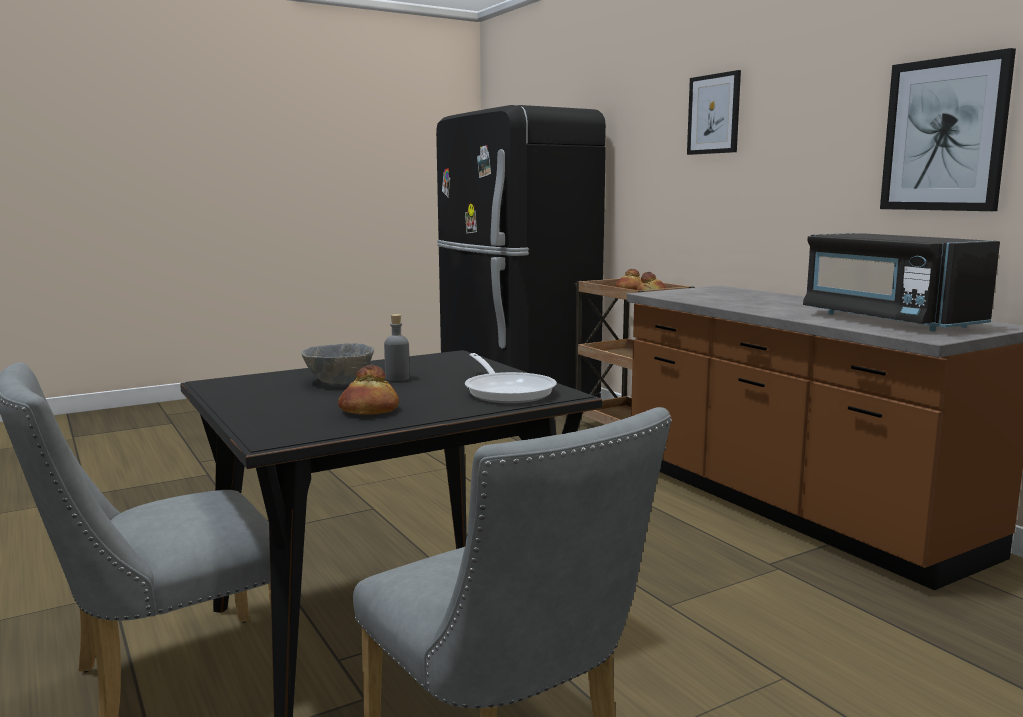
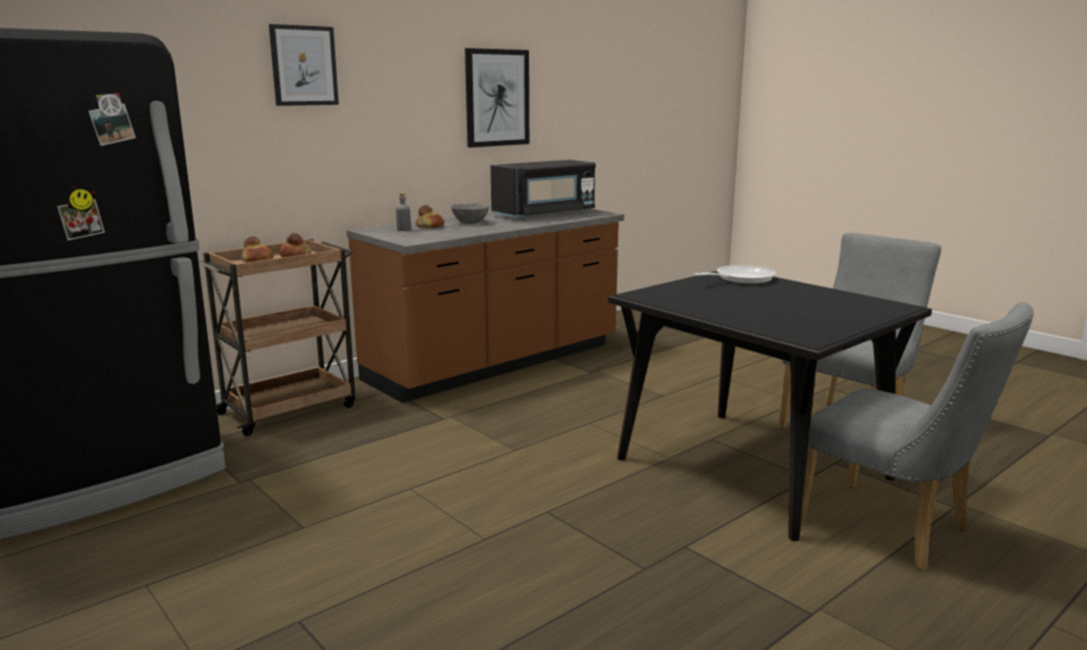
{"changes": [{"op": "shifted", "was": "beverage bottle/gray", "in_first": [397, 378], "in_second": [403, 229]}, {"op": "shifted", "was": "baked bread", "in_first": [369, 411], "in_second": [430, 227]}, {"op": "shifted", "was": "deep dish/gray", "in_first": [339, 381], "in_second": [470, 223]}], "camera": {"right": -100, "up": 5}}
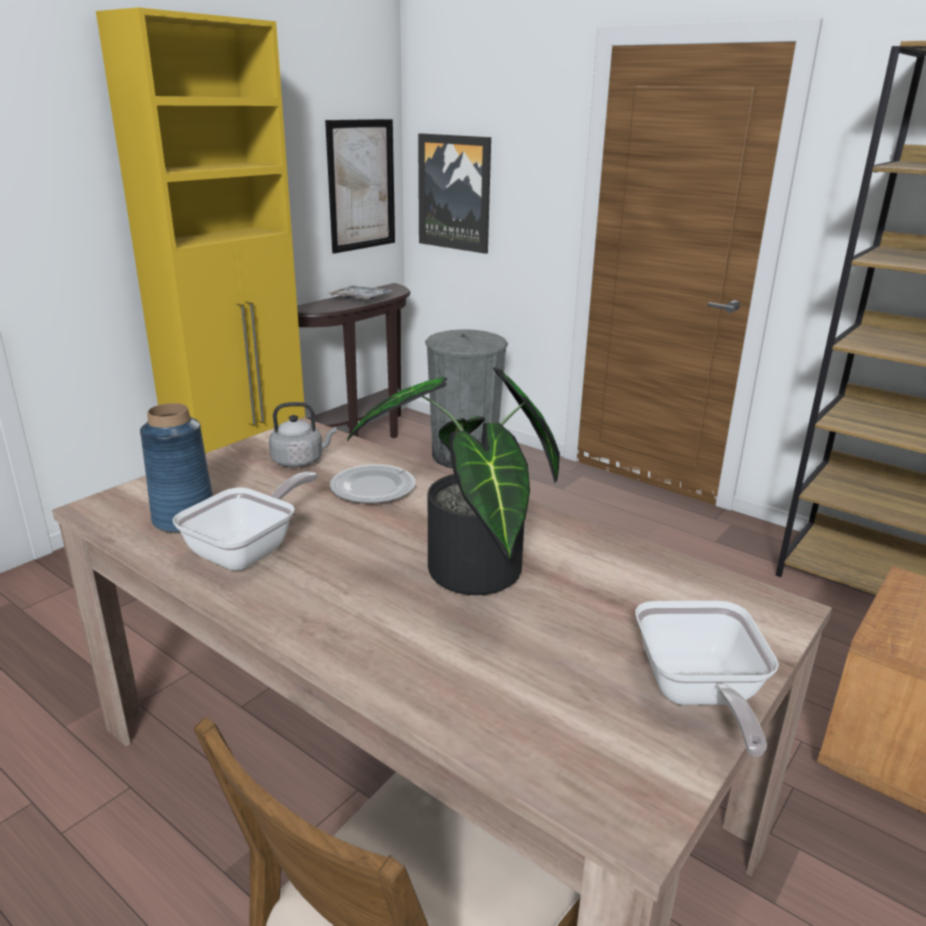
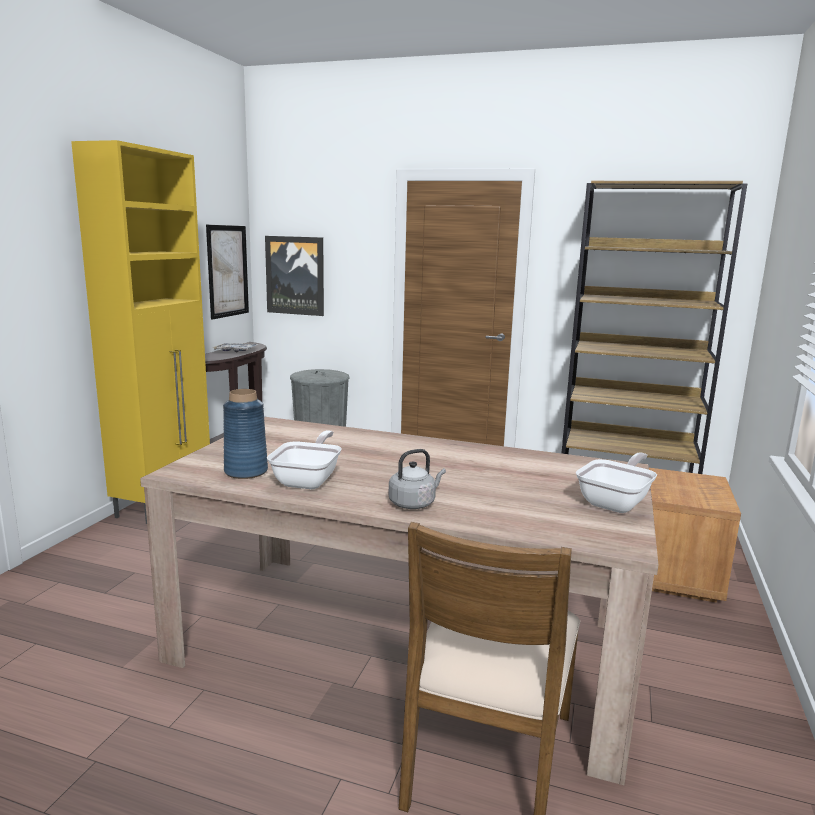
{"changes": [{"op": "shifted", "was": "tea kettle/gray", "in_first": [300, 461], "in_second": [414, 503]}, {"op": "rotated", "was": "pan", "in_first": [698, 696], "in_second": [616, 502], "clockwise": -120}, {"op": "gone", "was": "plate", "in_first": [373, 487]}, {"op": "gone", "was": "plant in a pot", "in_first": [470, 577]}], "camera": {"right": -20, "up": -10}}
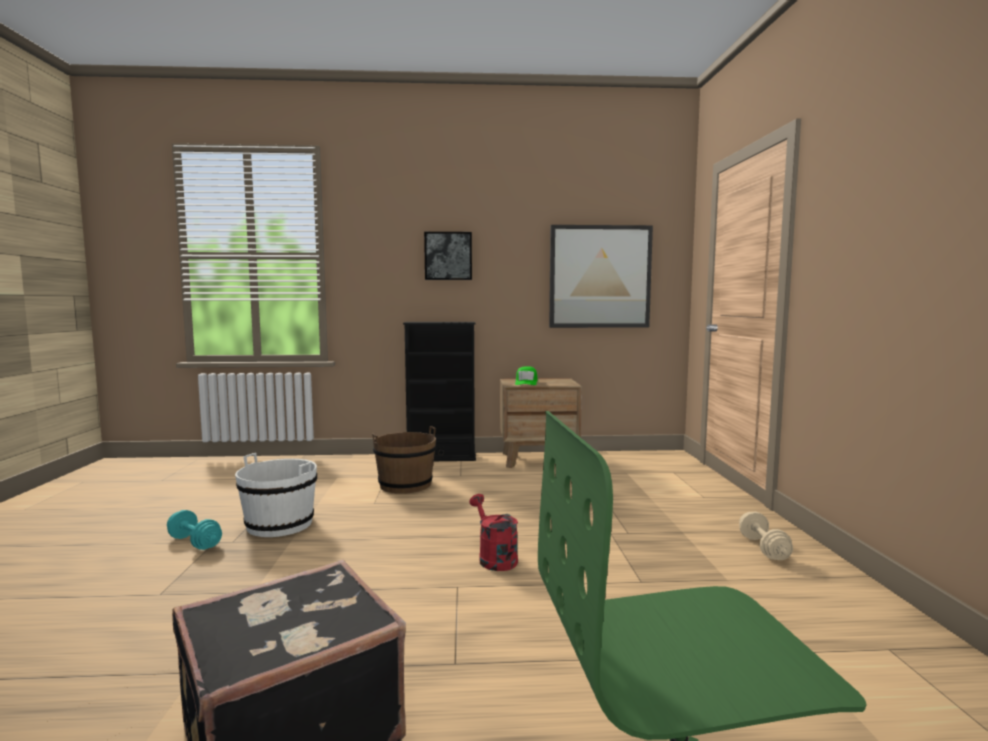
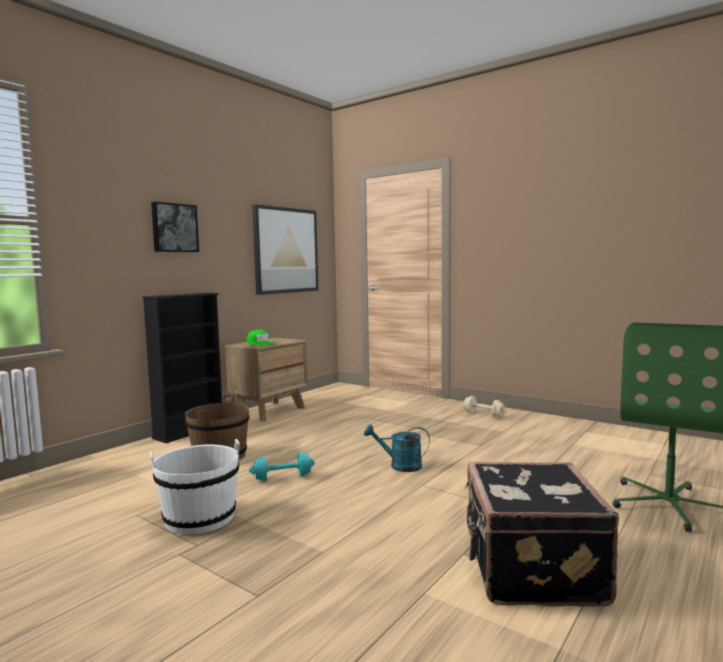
{"changes": [{"op": "shifted", "was": "free weight/blue-green", "in_first": [194, 542], "in_second": [282, 478]}, {"op": "repainted", "was": "watering pot/red", "now": "watering pot/blue-green", "in_first": [494, 558], "in_second": [400, 466]}], "camera": {"right": -50, "up": 0}}
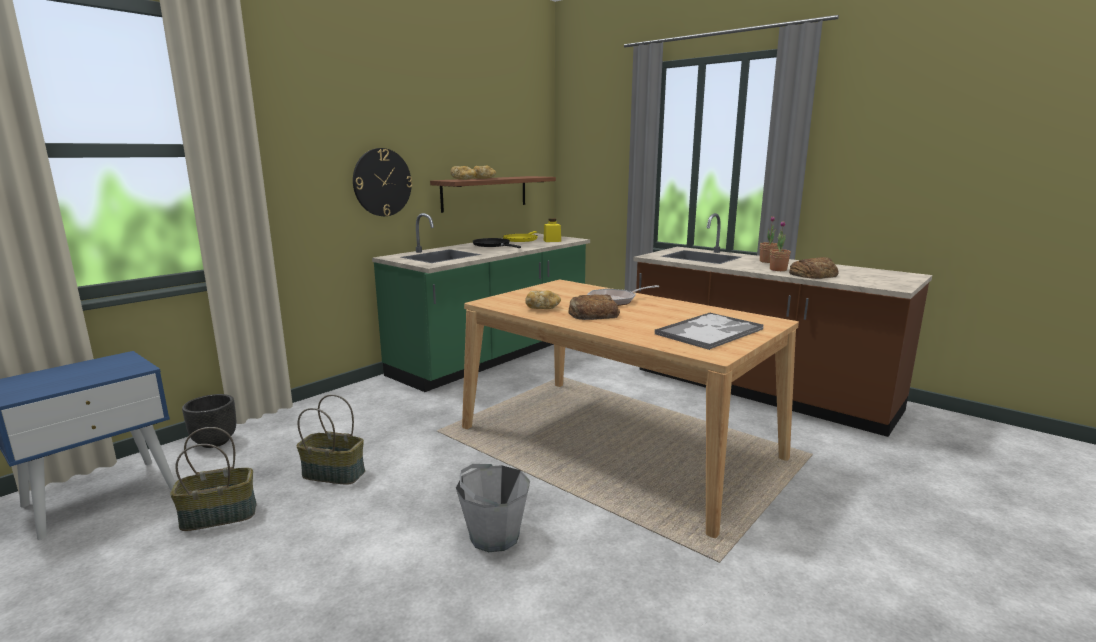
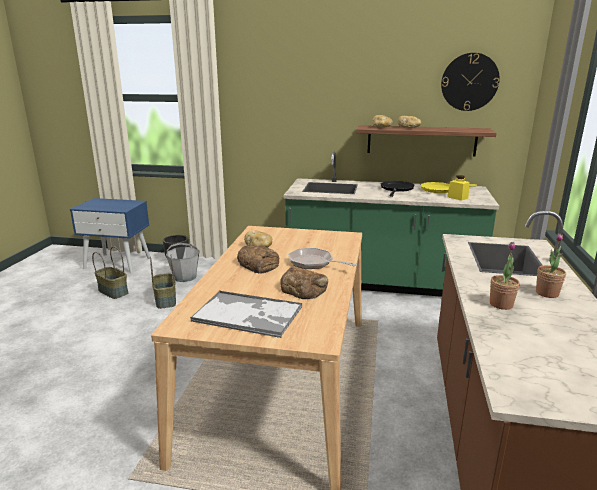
{"changes": [{"op": "shifted", "was": "pail/gray", "in_first": [494, 536], "in_second": [185, 277]}, {"op": "shifted", "was": "baked bread", "in_first": [813, 274], "in_second": [304, 288]}, {"op": "shifted", "was": "hanging clock", "in_first": [382, 182], "in_second": [469, 82]}], "camera": {"right": 60, "up": 5}}
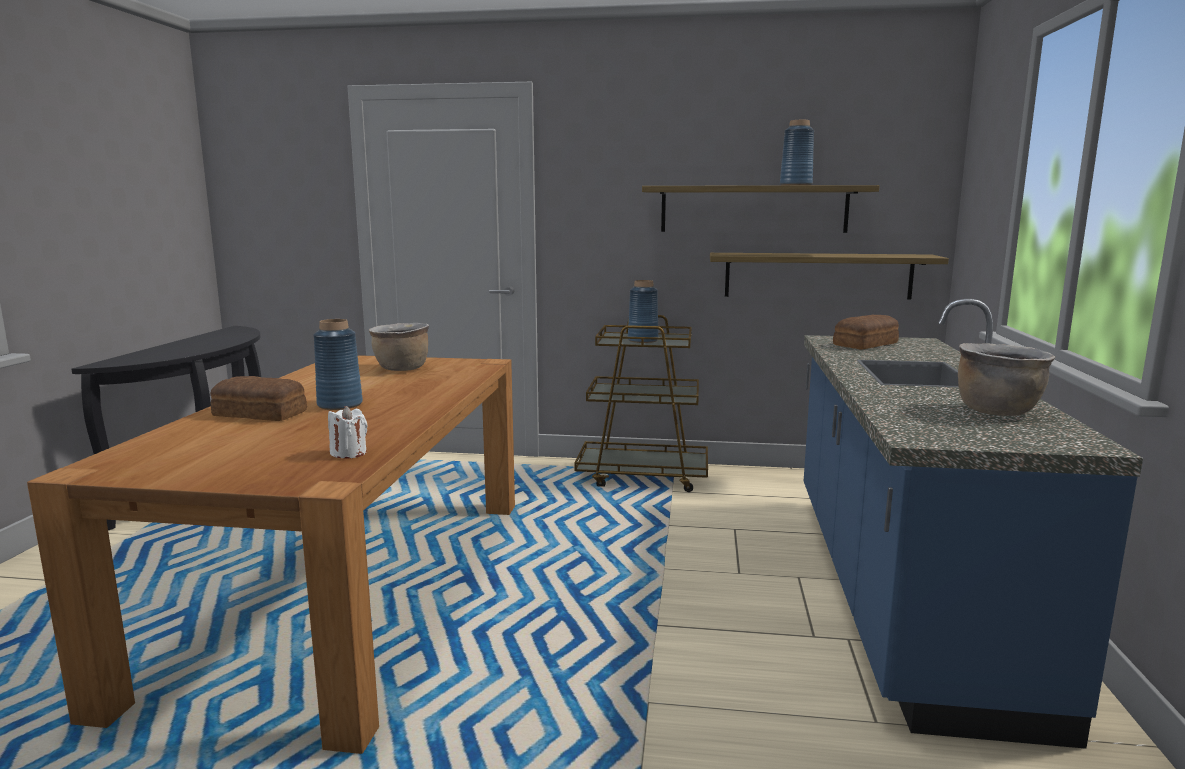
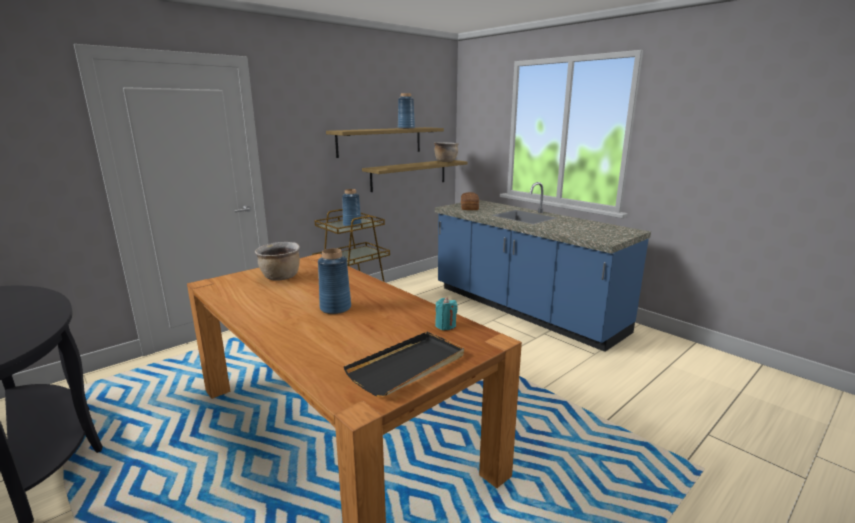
{"changes": [{"op": "new", "now": "serving tray/black-coloured", "in_second": [408, 366]}, {"op": "shifted", "was": "stockpot/brown", "in_first": [997, 411], "in_second": [445, 161]}, {"op": "repainted", "was": "candle/white", "now": "candle/blue-green", "in_first": [349, 453], "in_second": [445, 325]}, {"op": "gone", "was": "baked bread", "in_first": [260, 414]}], "camera": {"right": -50, "up": 5}}
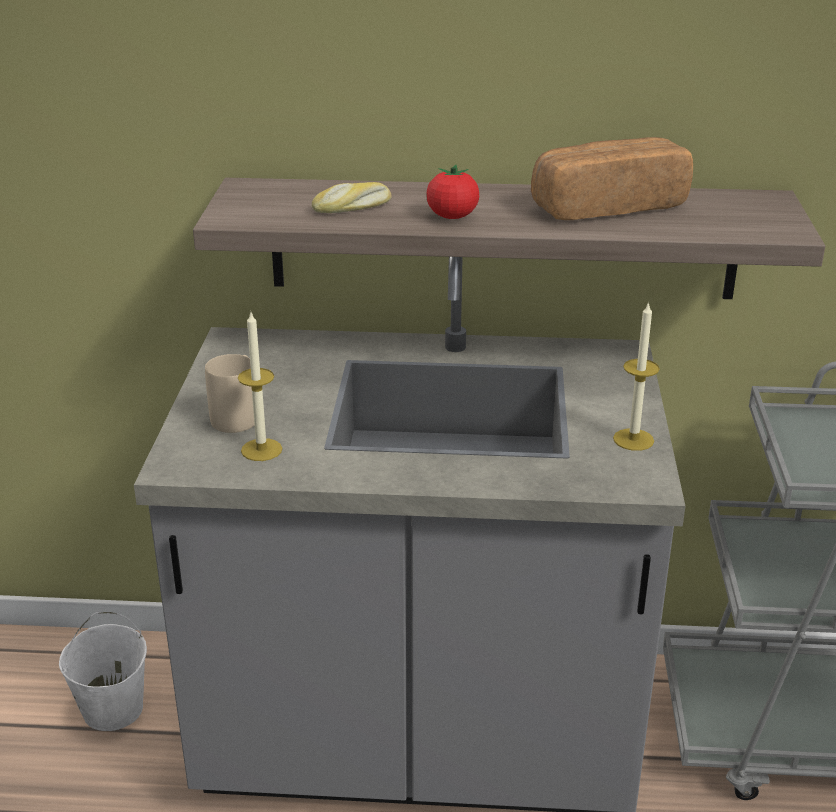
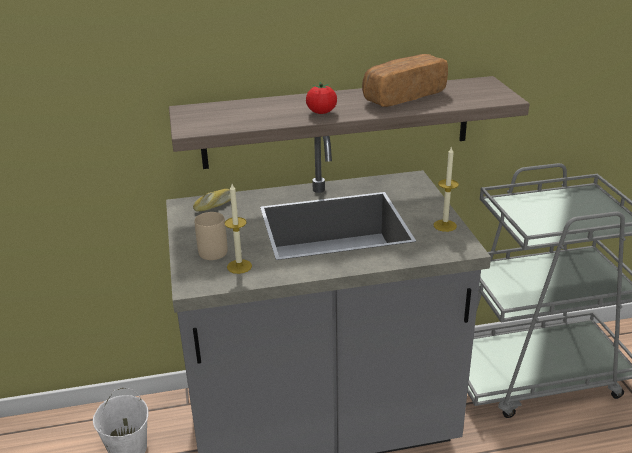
{"changes": [{"op": "shifted", "was": "baked bread", "in_first": [353, 208], "in_second": [215, 205]}], "camera": {"right": -15, "up": 0}}
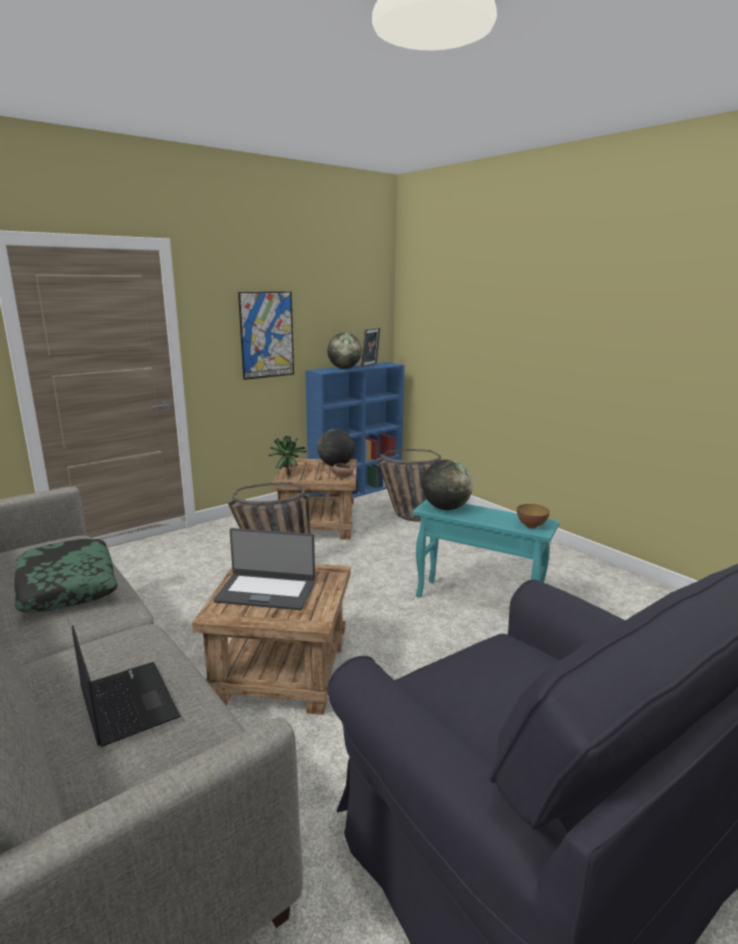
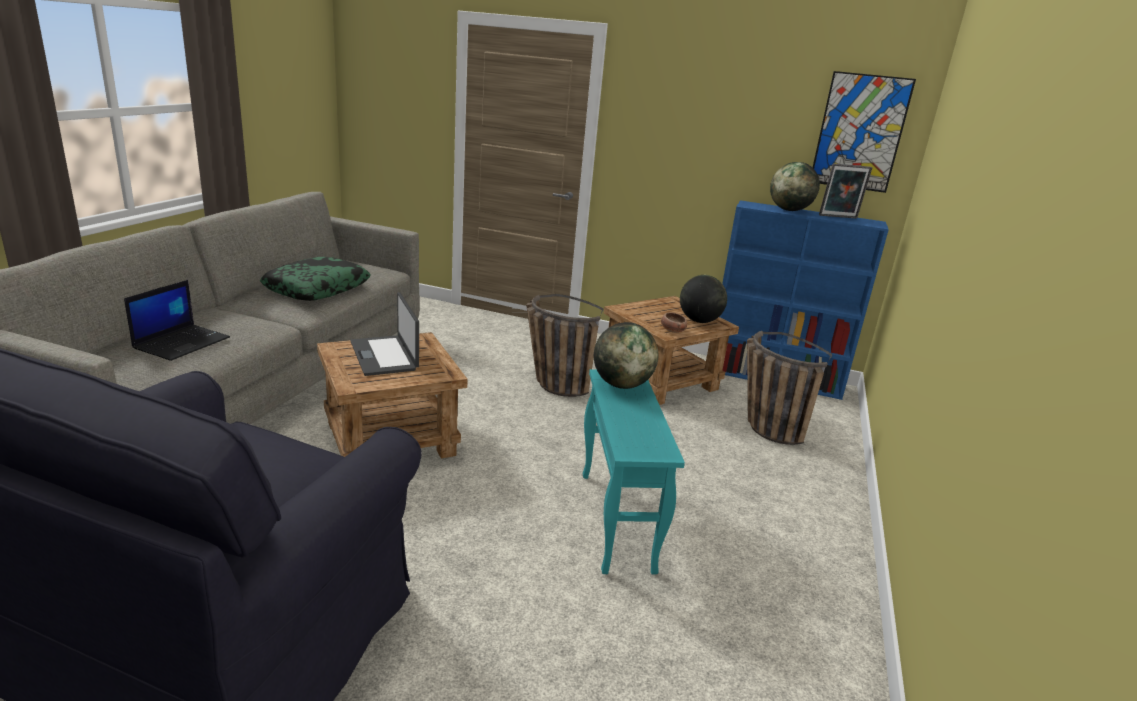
{"changes": [{"op": "shifted", "was": "wall art", "in_first": [267, 335], "in_second": [860, 132]}, {"op": "gone", "was": "plant in a pot", "in_first": [287, 474]}, {"op": "gone", "was": "deep dish", "in_first": [531, 526]}], "camera": {"right": 55, "up": 5}}
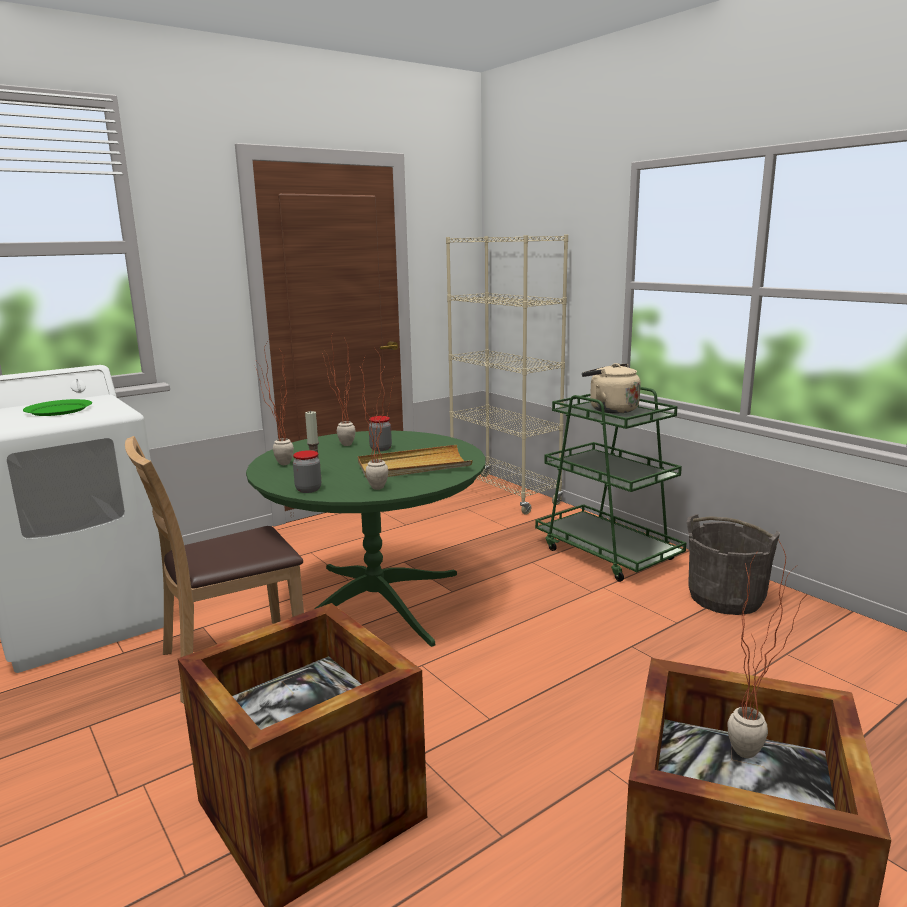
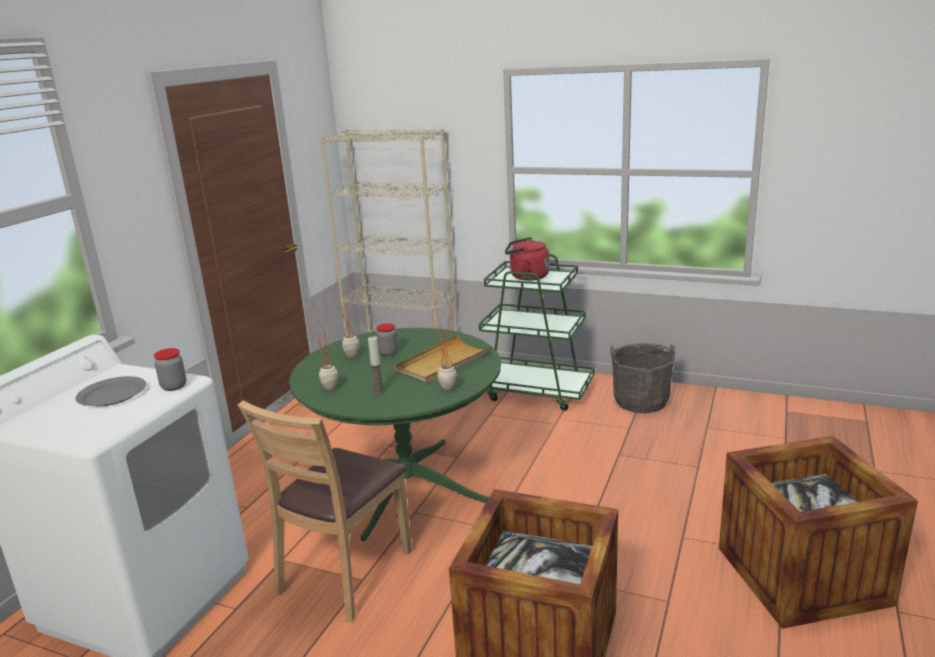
{"changes": [{"op": "repainted", "was": "plate/green-coloured", "now": "plate/gray", "in_first": [59, 410], "in_second": [113, 394]}, {"op": "shifted", "was": "preserve jar", "in_first": [308, 489], "in_second": [174, 386]}, {"op": "repainted", "was": "tea kettle/beige", "now": "tea kettle/red", "in_first": [610, 409], "in_second": [526, 276]}, {"op": "gone", "was": "plant in a pot", "in_first": [756, 752]}], "camera": {"right": -30, "up": 5}}
